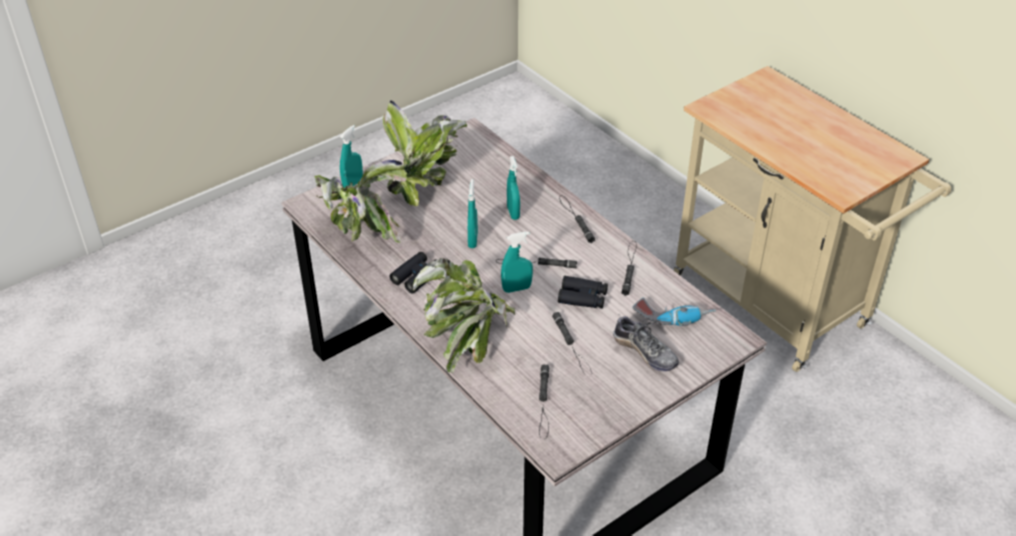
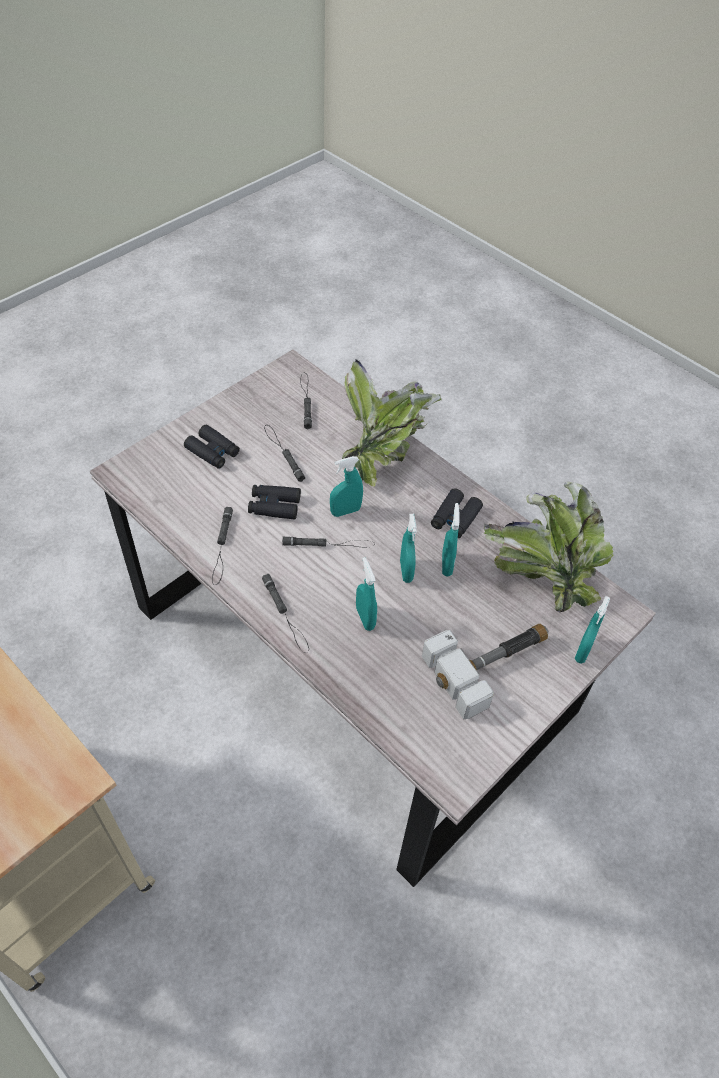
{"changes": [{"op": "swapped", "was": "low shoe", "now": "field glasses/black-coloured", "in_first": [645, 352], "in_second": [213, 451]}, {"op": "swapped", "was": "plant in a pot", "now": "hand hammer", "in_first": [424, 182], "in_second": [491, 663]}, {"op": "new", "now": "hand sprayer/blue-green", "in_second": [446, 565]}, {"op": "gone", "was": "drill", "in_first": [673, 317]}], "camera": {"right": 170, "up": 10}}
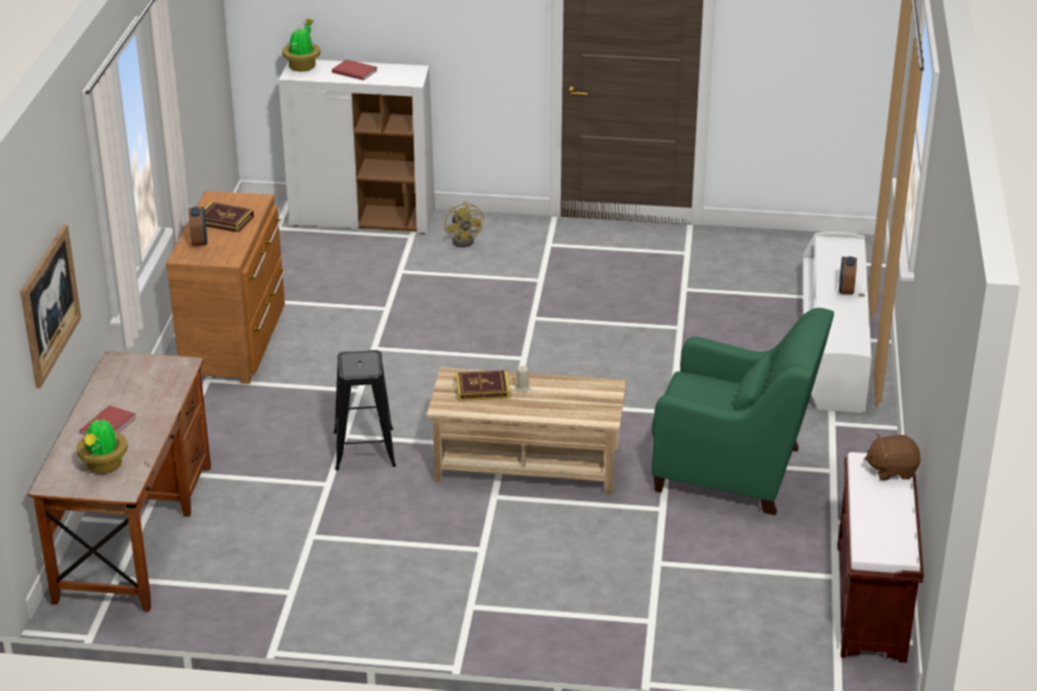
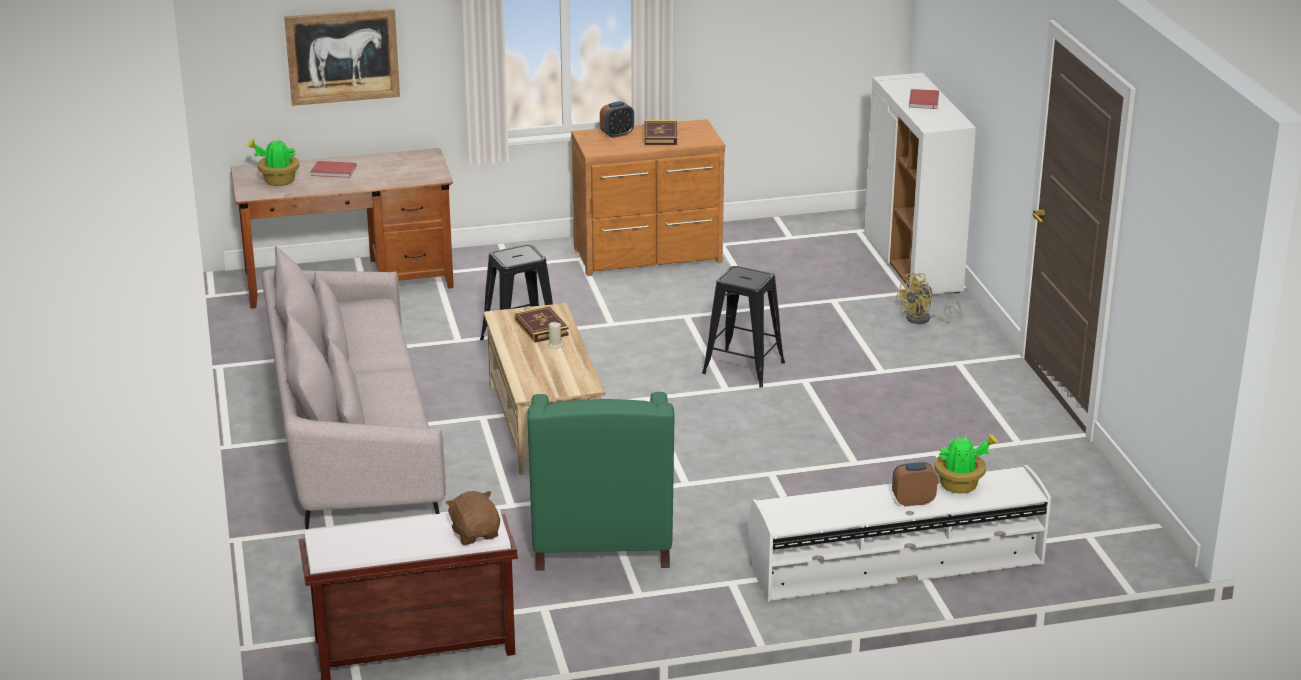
{"changes": [{"op": "new", "now": "settee/gray", "in_second": [351, 435]}, {"op": "new", "now": "stool/black-coloured", "in_second": [743, 368]}, {"op": "shifted", "was": "plant in a pot", "in_first": [303, 66], "in_second": [960, 485]}], "camera": {"right": 70, "up": -5}}
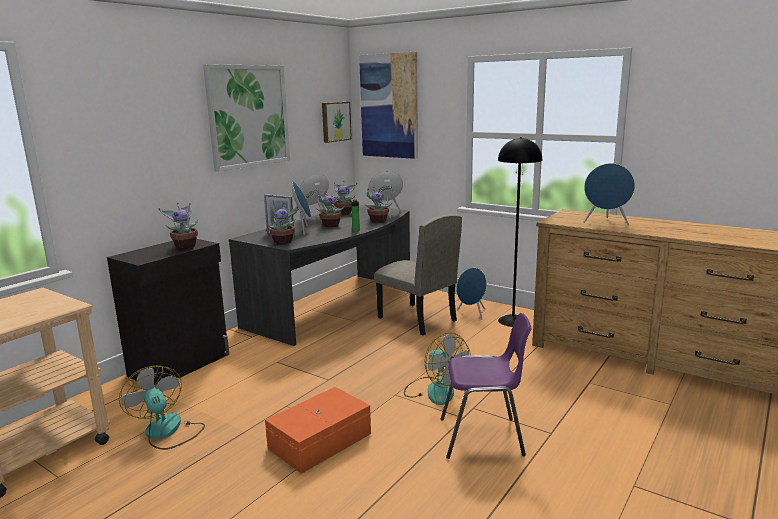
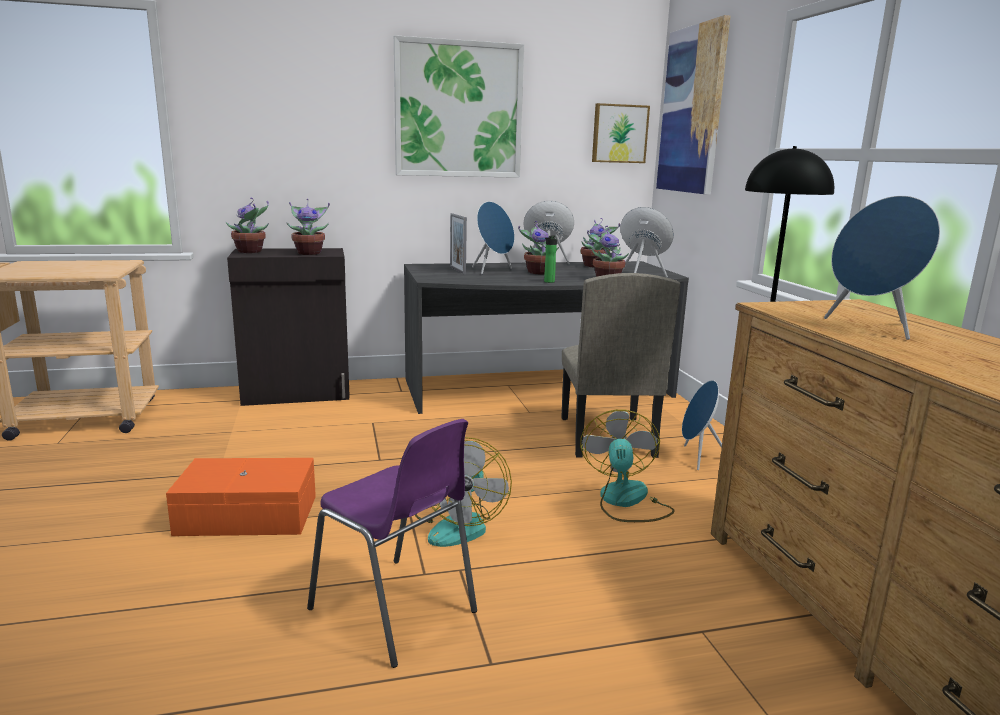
{"changes": [{"op": "shifted", "was": "plant in a pot", "in_first": [284, 242], "in_second": [251, 251]}, {"op": "shifted", "was": "fan", "in_first": [167, 432], "in_second": [626, 501]}], "camera": {"right": 40, "up": 0}}
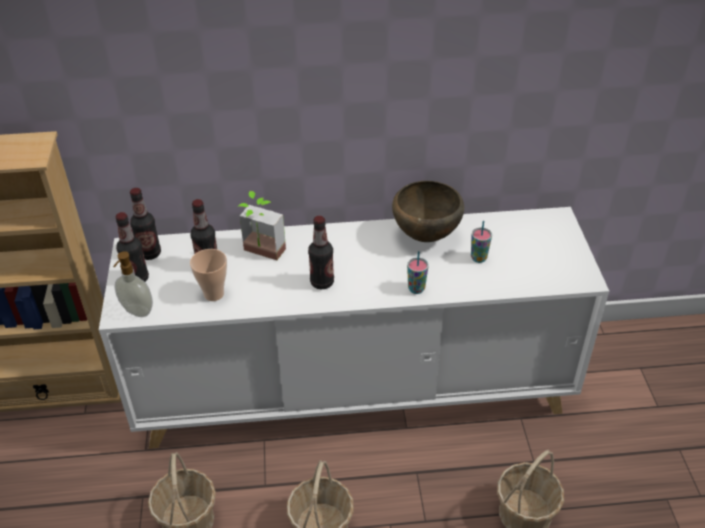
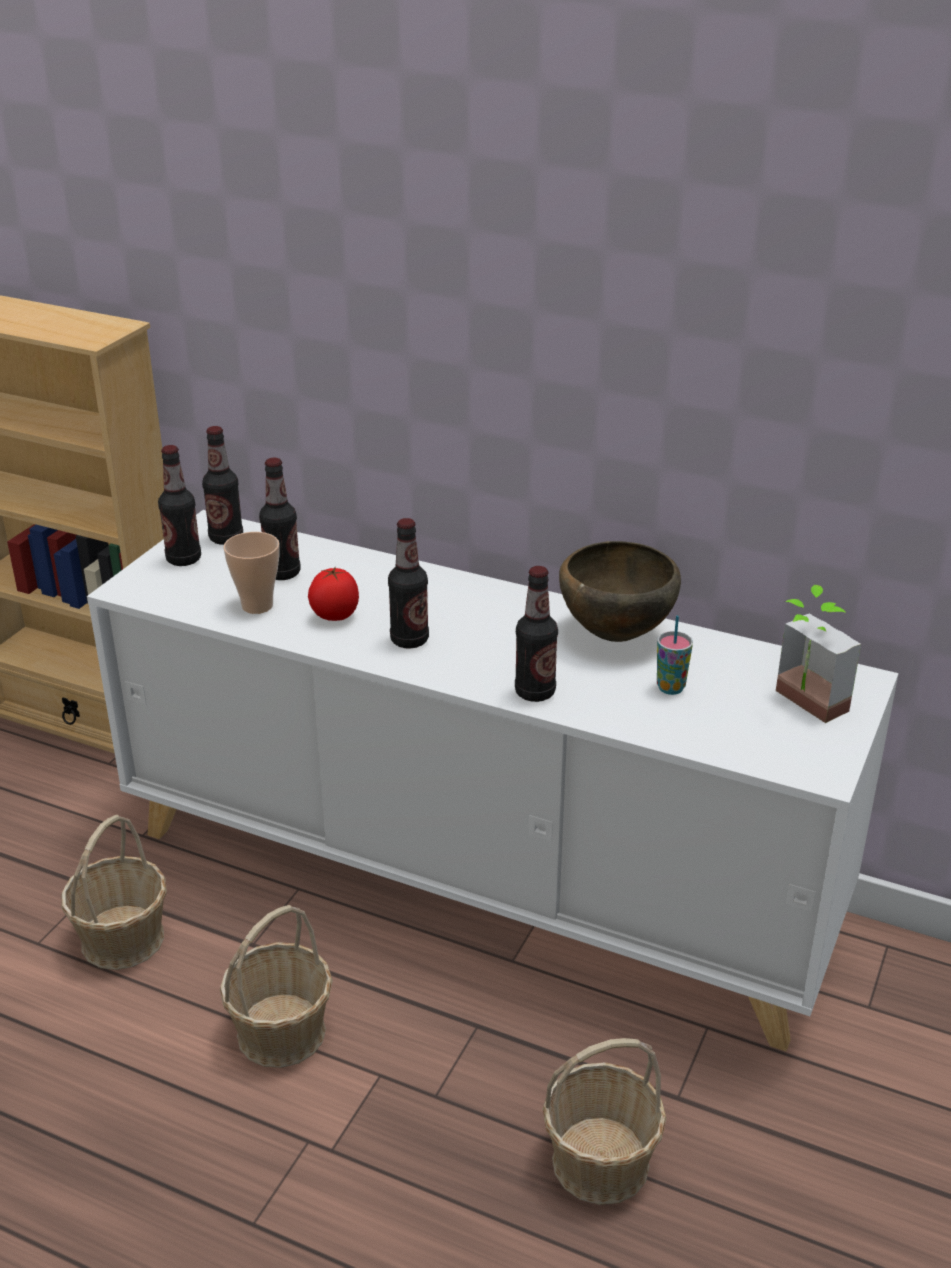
{"changes": [{"op": "new", "now": "whole tomato", "in_second": [334, 616]}, {"op": "swapped", "was": "small cup", "now": "beverage bottle", "in_first": [416, 289], "in_second": [535, 692]}, {"op": "shifted", "was": "plant in a pot", "in_first": [261, 254], "in_second": [801, 705]}, {"op": "gone", "was": "soap dispenser", "in_first": [137, 311]}], "camera": {"right": 30, "up": -10}}
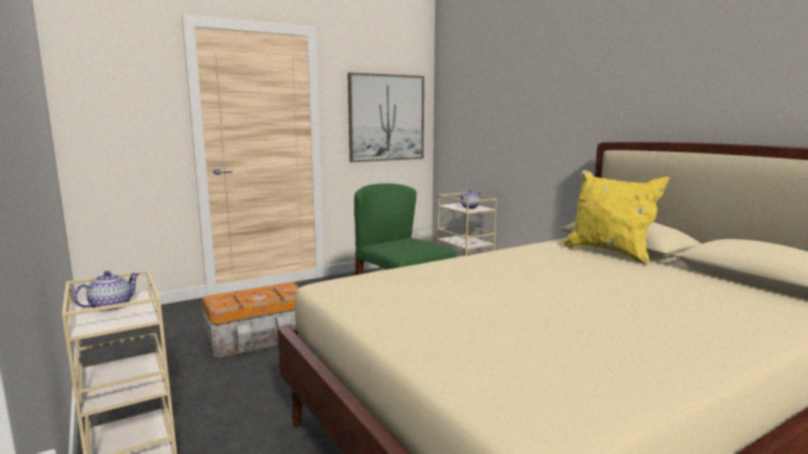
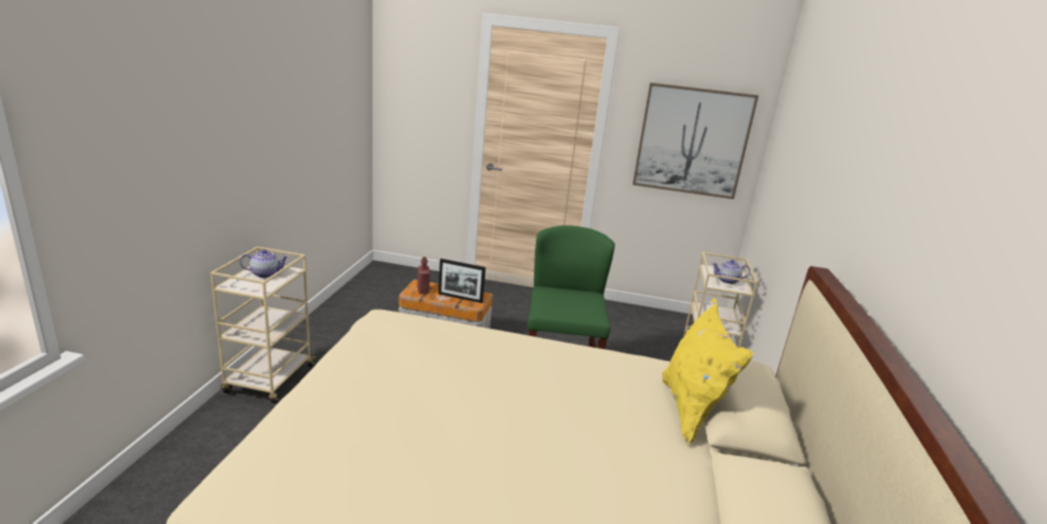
{"changes": [{"op": "new", "now": "beverage bottle/red", "in_second": [423, 290]}, {"op": "new", "now": "standing frame", "in_second": [460, 298]}], "camera": {"right": 40, "up": 10}}
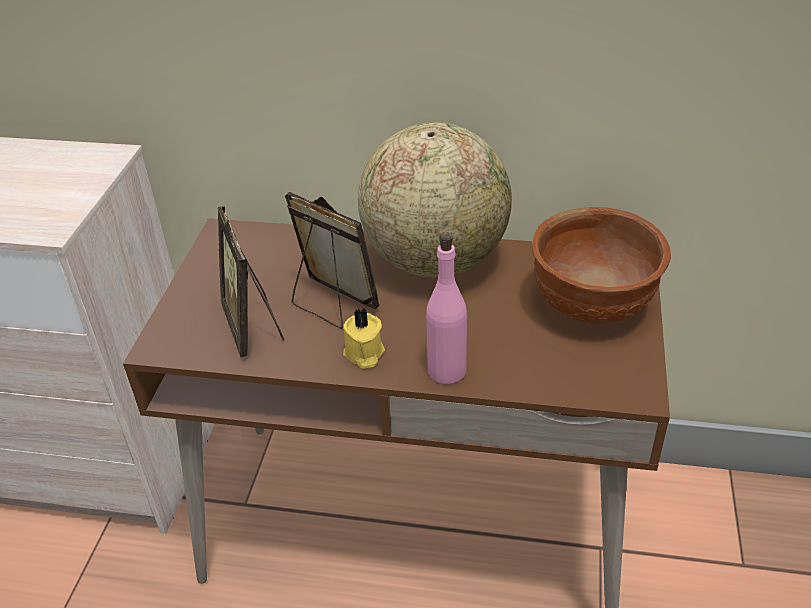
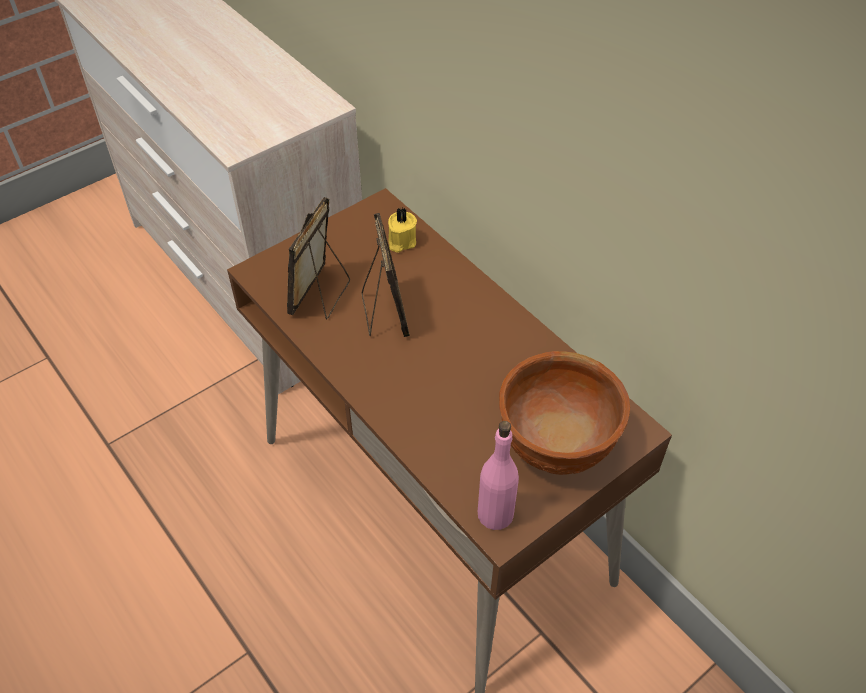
{"changes": [{"op": "shifted", "was": "candle/yellow", "in_first": [363, 354], "in_second": [401, 241]}, {"op": "shifted", "was": "beverage bottle/pinkish", "in_first": [447, 370], "in_second": [496, 514]}, {"op": "gone", "was": "globe", "in_first": [435, 260]}], "camera": {"right": 40, "up": 10}}
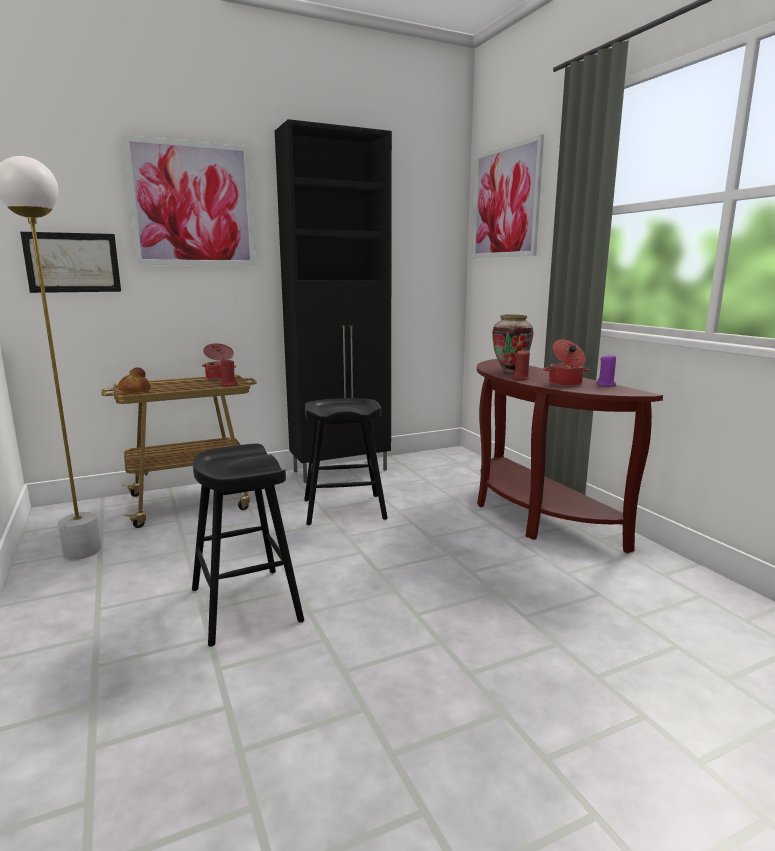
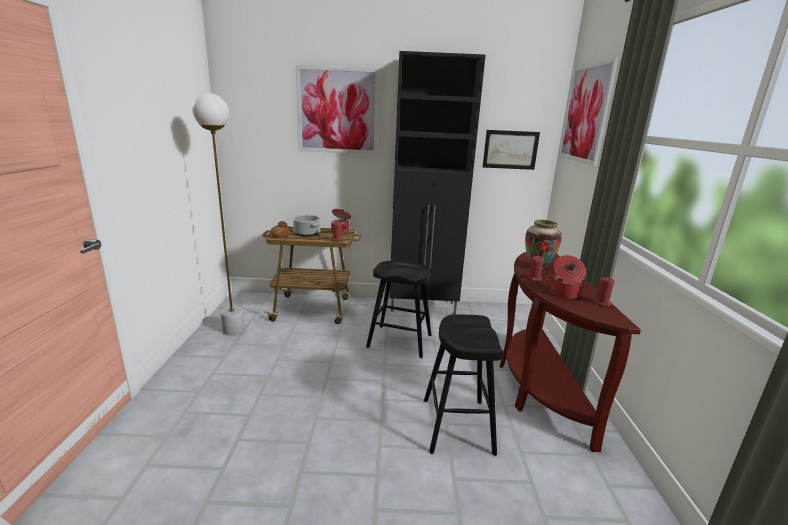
{"changes": [{"op": "new", "now": "stockpot", "in_second": [306, 233]}, {"op": "shifted", "was": "stool/black-coloured", "in_first": [245, 605], "in_second": [457, 425]}, {"op": "shifted", "was": "wall art", "in_first": [73, 262], "in_second": [510, 149]}, {"op": "repainted", "was": "candle/purple", "now": "candle/red", "in_first": [606, 384], "in_second": [602, 303]}], "camera": {"right": 25, "up": 5}}
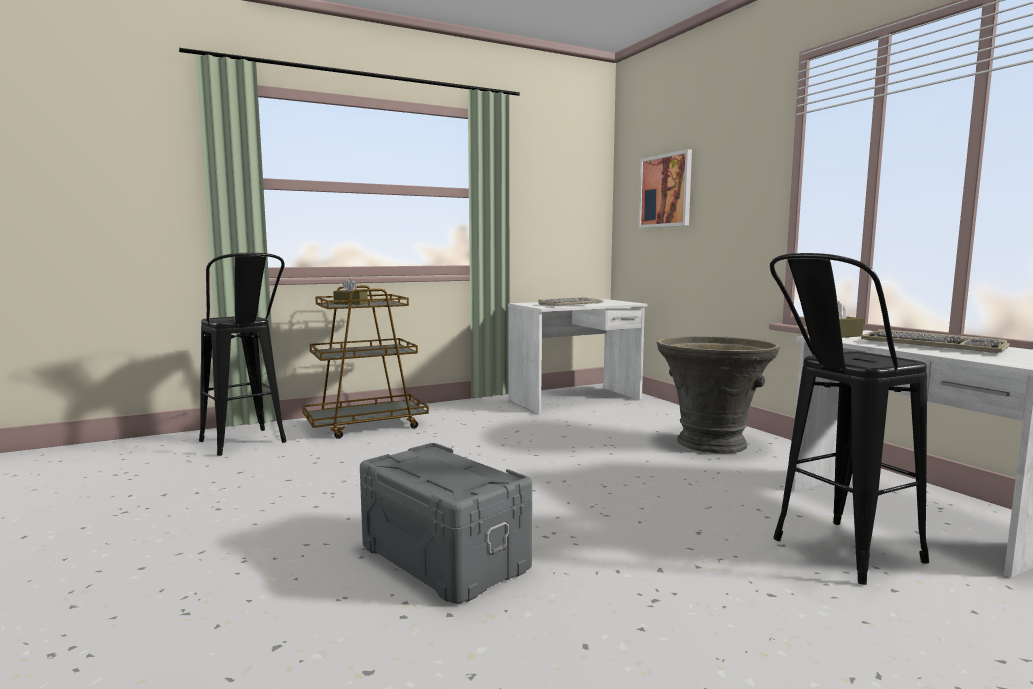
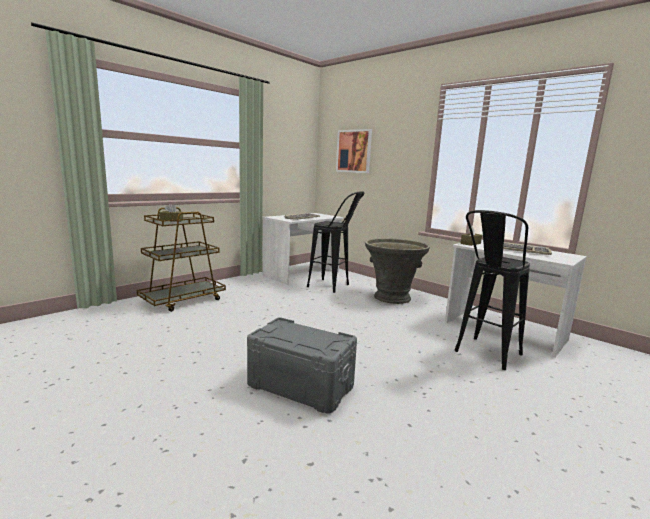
{"changes": [{"op": "shifted", "was": "stool/black-coloured", "in_first": [247, 445], "in_second": [334, 287]}], "camera": {"right": -20, "up": 5}}
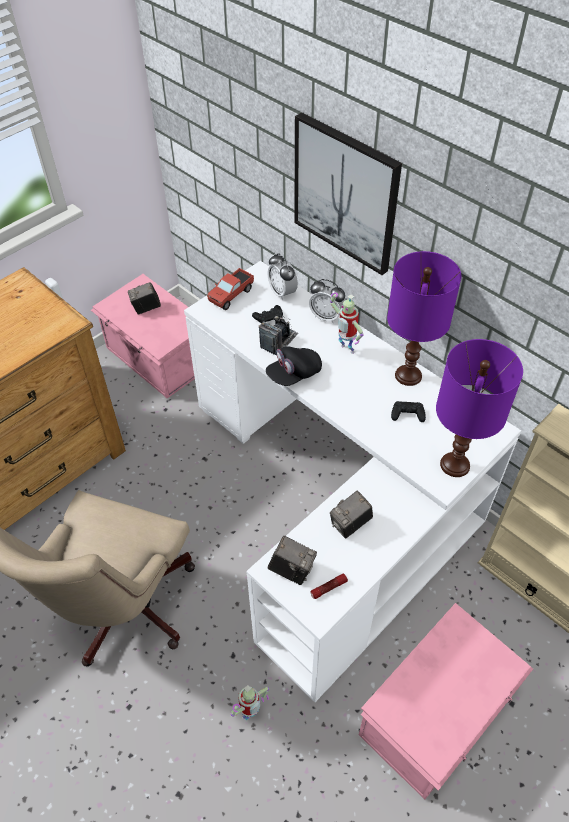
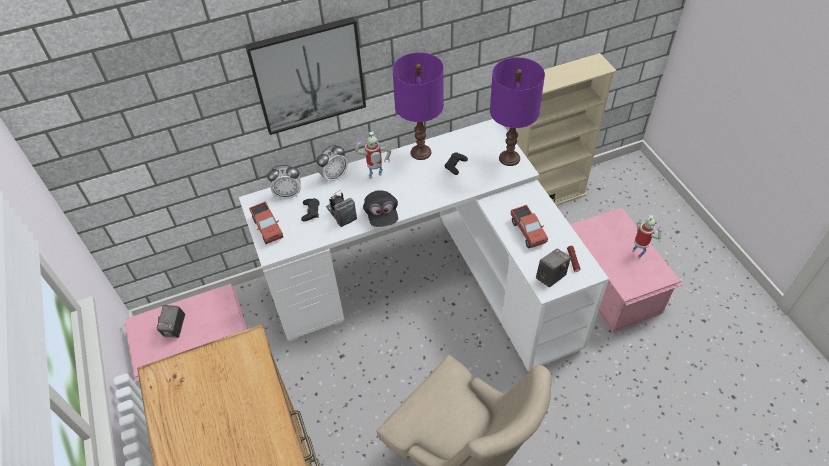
{"changes": [{"op": "swapped", "was": "still camera", "now": "model truck", "in_first": [350, 524], "in_second": [527, 232]}, {"op": "shifted", "was": "toy robot", "in_first": [250, 715], "in_second": [638, 254]}], "camera": {"right": -65, "up": 0}}
